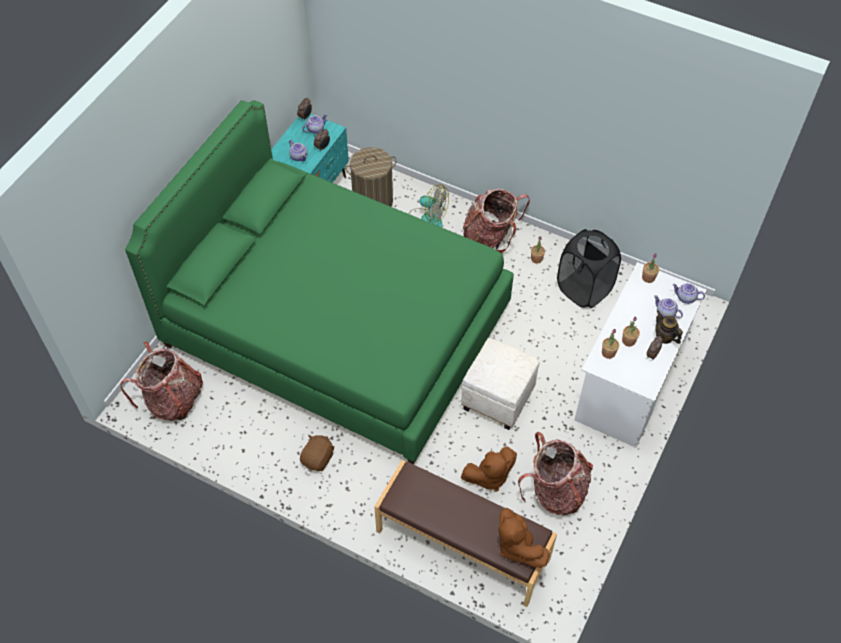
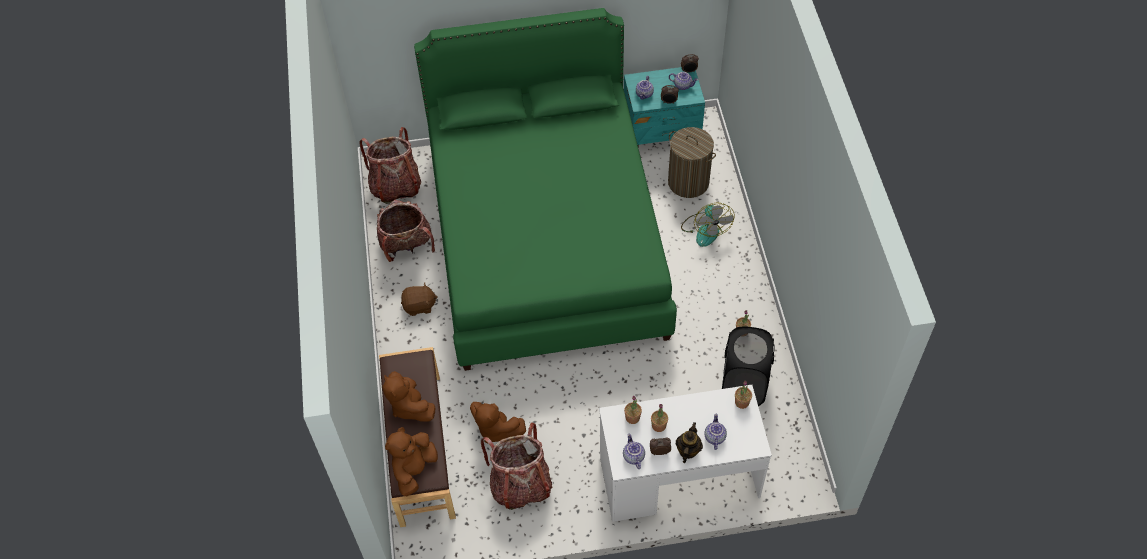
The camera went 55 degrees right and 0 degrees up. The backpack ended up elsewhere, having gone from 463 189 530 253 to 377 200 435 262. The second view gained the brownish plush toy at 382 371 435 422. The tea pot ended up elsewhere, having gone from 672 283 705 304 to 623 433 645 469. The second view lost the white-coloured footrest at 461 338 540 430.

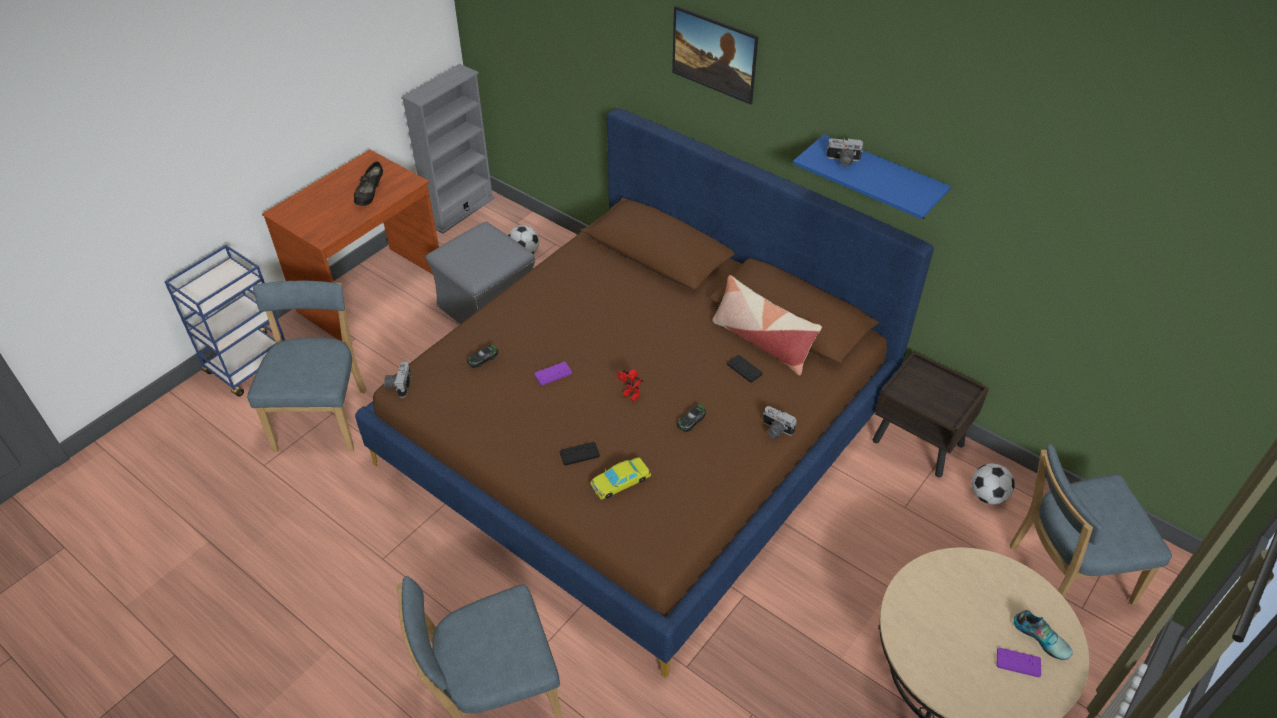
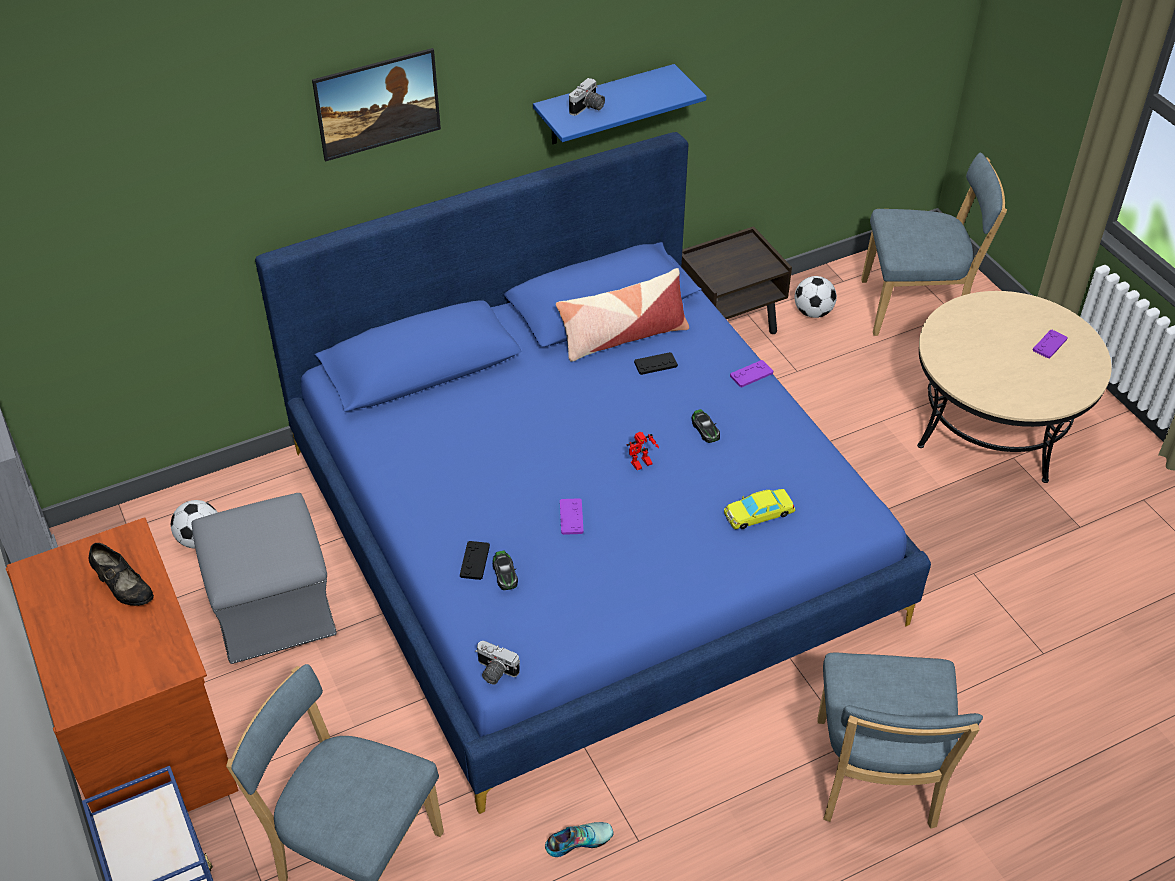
The camera went 65 degrees left and 0 degrees up. What was the brownish bedroom bed at 355 108 934 678 turned into the blue bedroom bed at 255 132 931 814. The black joypad ended up elsewhere, having gone from 560 442 600 466 to 460 541 490 580. The low shoe ended up elsewhere, having gone from 1014 610 1073 660 to 545 822 614 857. The yellow-coloured toy car at 590 457 651 500 ended up facing another way, 75 degrees clockwise from before. Where the still camera stood at 763 406 797 439, the purple-coloured joypad came to stand at 730 360 773 387. The blue upright chair at 1010 444 1172 605 ended up facing another way, 105 degrees counterclockwise from before.

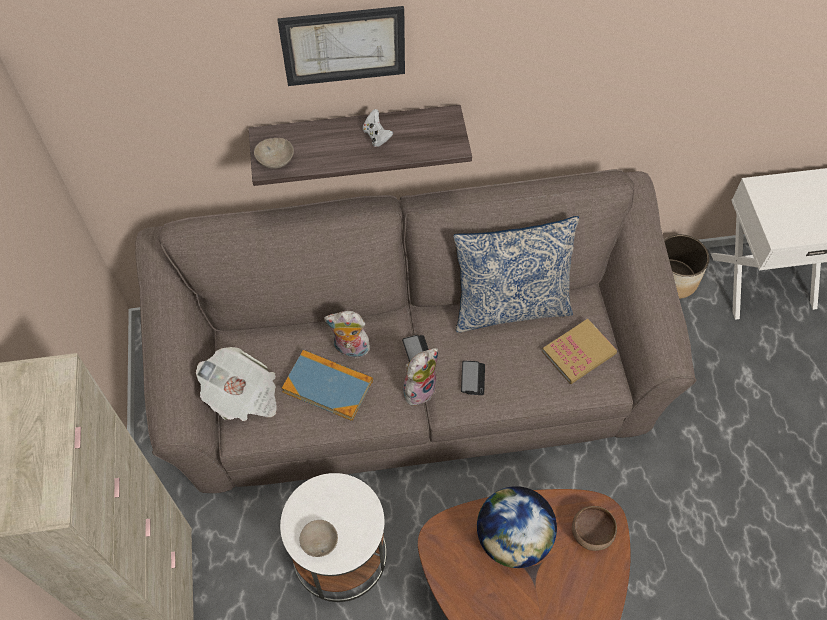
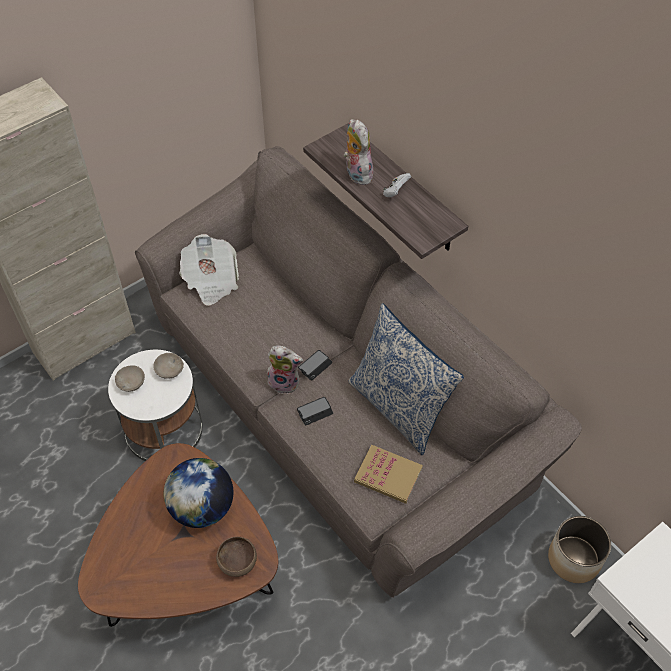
The camera went 60 degrees right and 5 degrees down. The beige deep dish ended up elsewhere, having gone from 254 138 294 169 to 153 353 184 379. The plush toy ended up elsewhere, having gone from 324 311 372 361 to 343 119 373 185. The second view lost the picture at 277 6 405 86. The second view lost the book at 282 350 373 421.

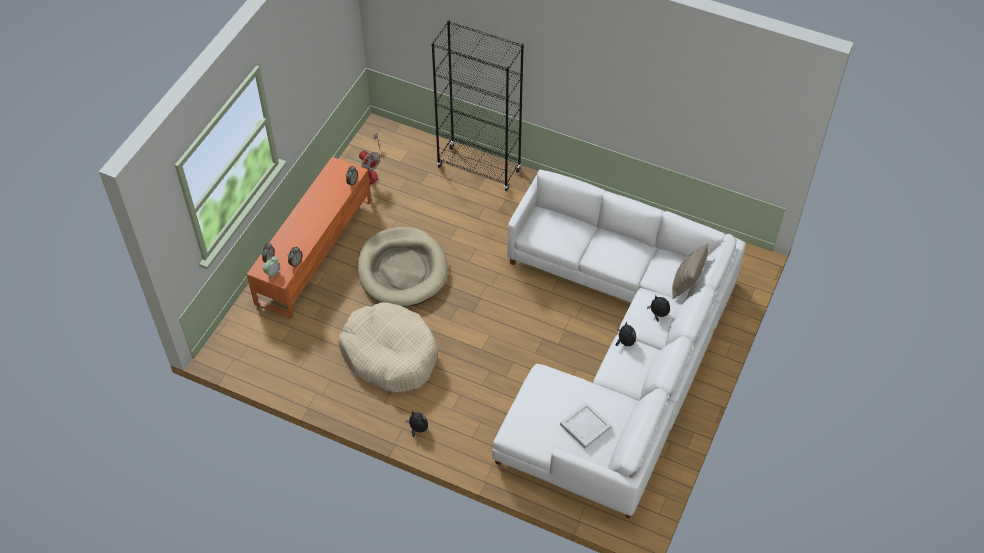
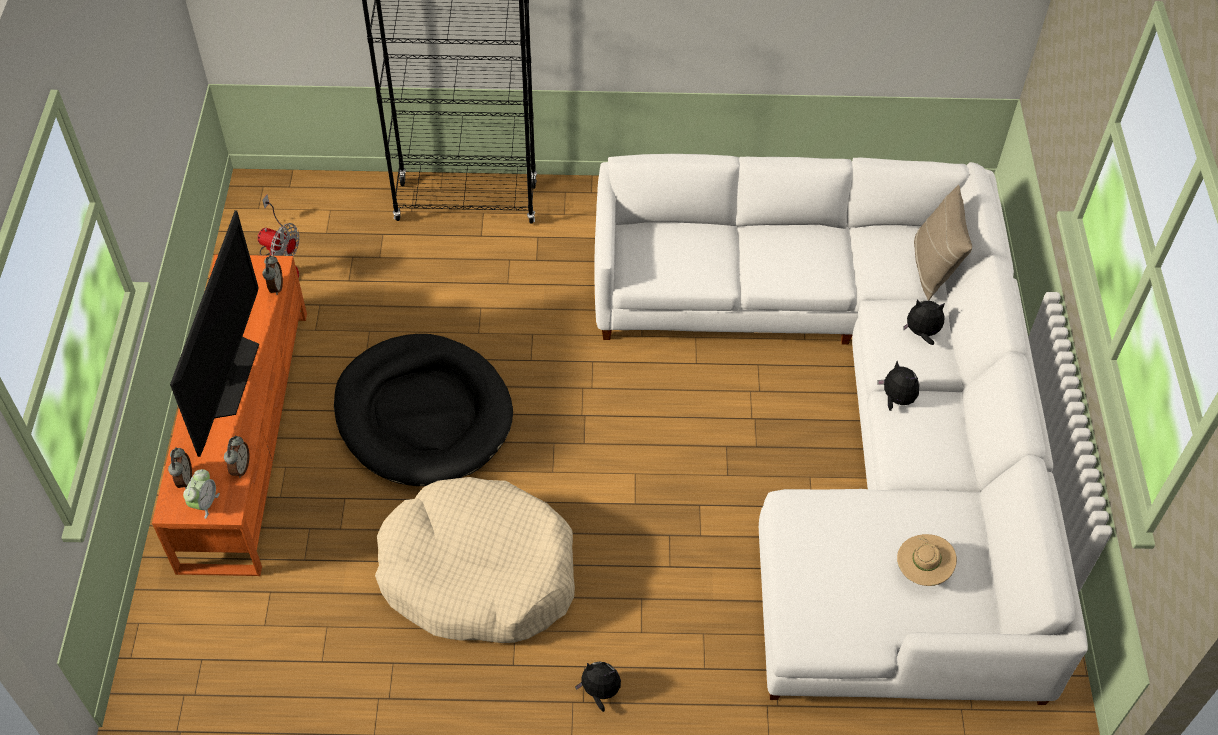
The camera went 25 degrees left and 0 degrees up. The second view gained the TV set at 170 210 259 457. What was the beige pet bed at 357 227 448 307 turned into the black pet bed at 334 334 513 486. Where the white-coloured tray stood at 560 402 612 449, the beige clothing hat came to stand at 897 534 957 586.

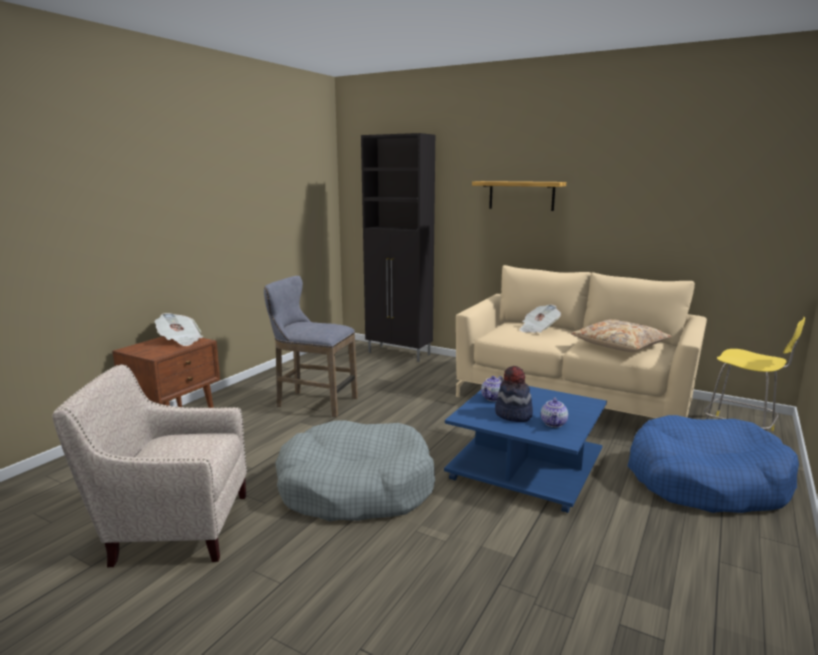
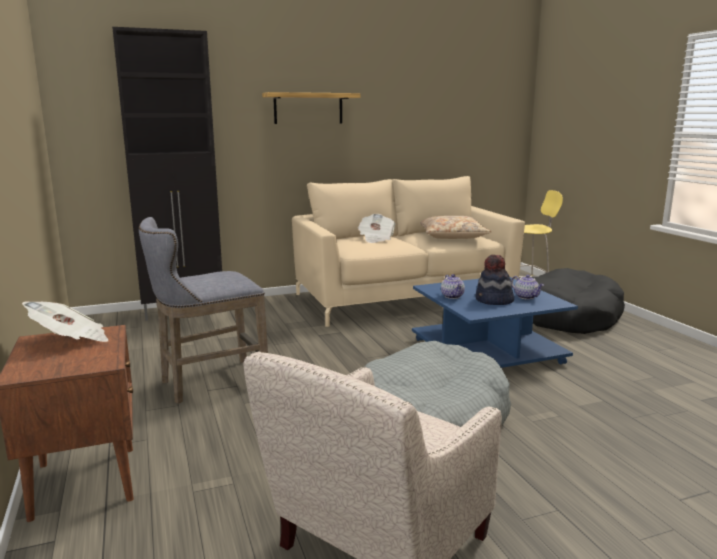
The camera went 50 degrees left and 0 degrees up. What was the blue pet bed at 628 415 799 513 turned into the black pet bed at 531 268 625 334.

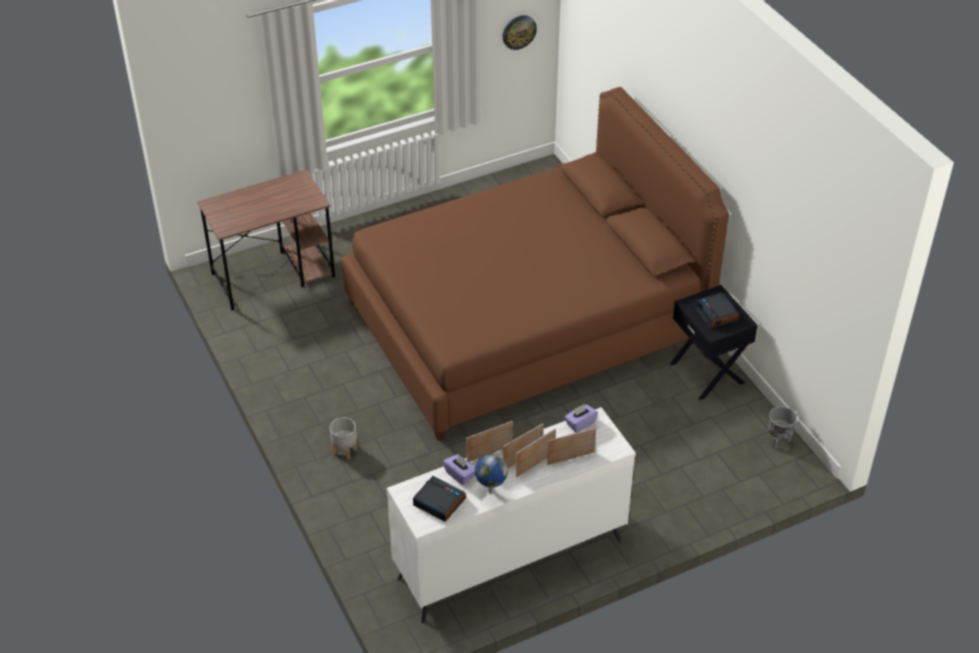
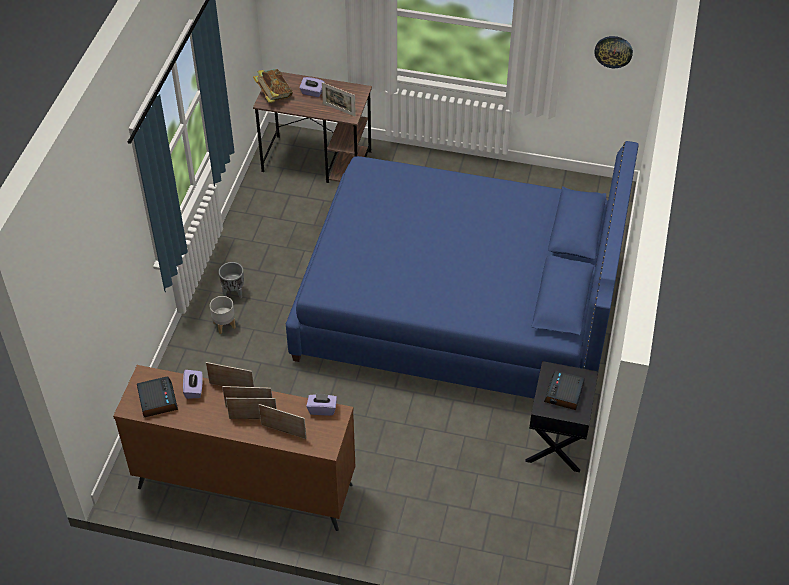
The camera went 40 degrees right and 5 degrees up. What was the white-coloured drawer chest at 387 407 636 623 turned into the brownish drawer chest at 113 365 355 531. The greyish plant pot ended up elsewhere, having gone from 768 406 797 449 to 219 262 244 298. The second view gained the book at 253 69 293 103. What was the brownish bedroom bed at 342 87 729 441 turned into the blue bedroom bed at 286 141 639 398. The second view gained the purple-coloured tissue box at 299 77 325 97. The second view gained the standing frame at 322 82 356 116. The second view lost the globe at 475 454 508 494.

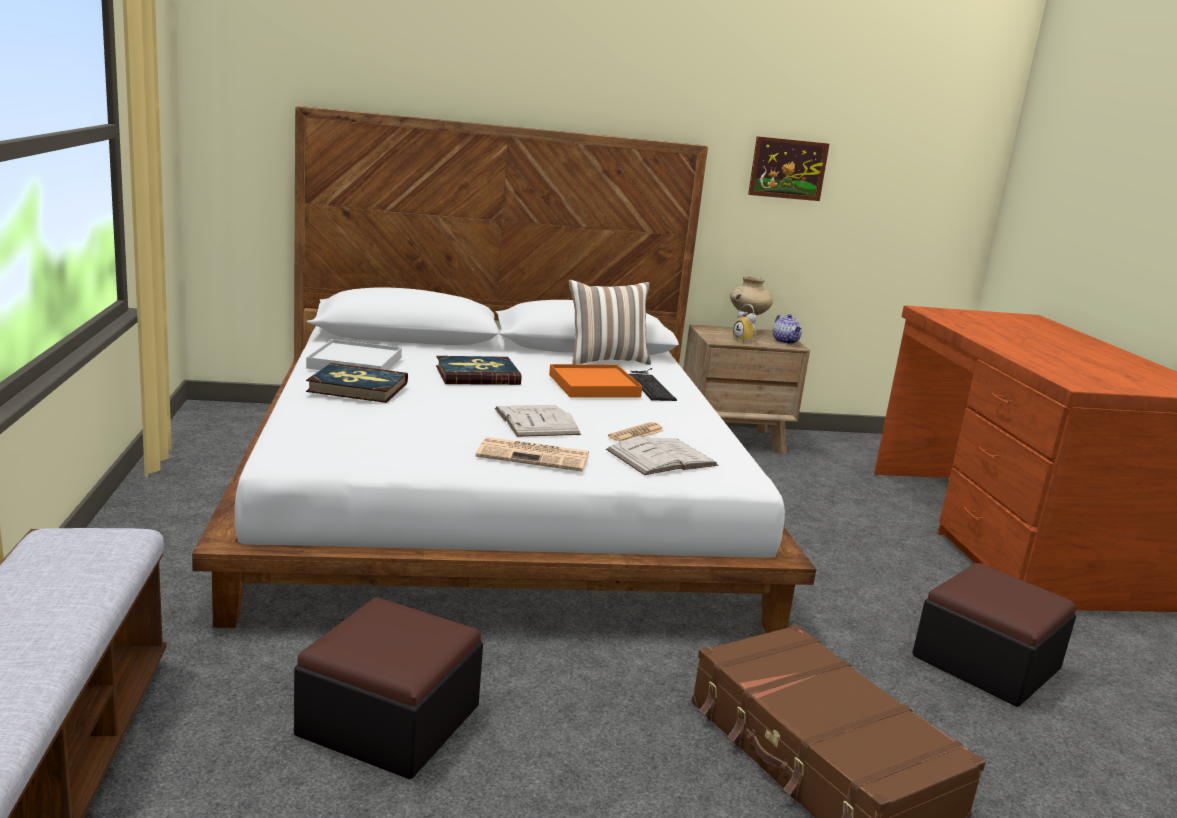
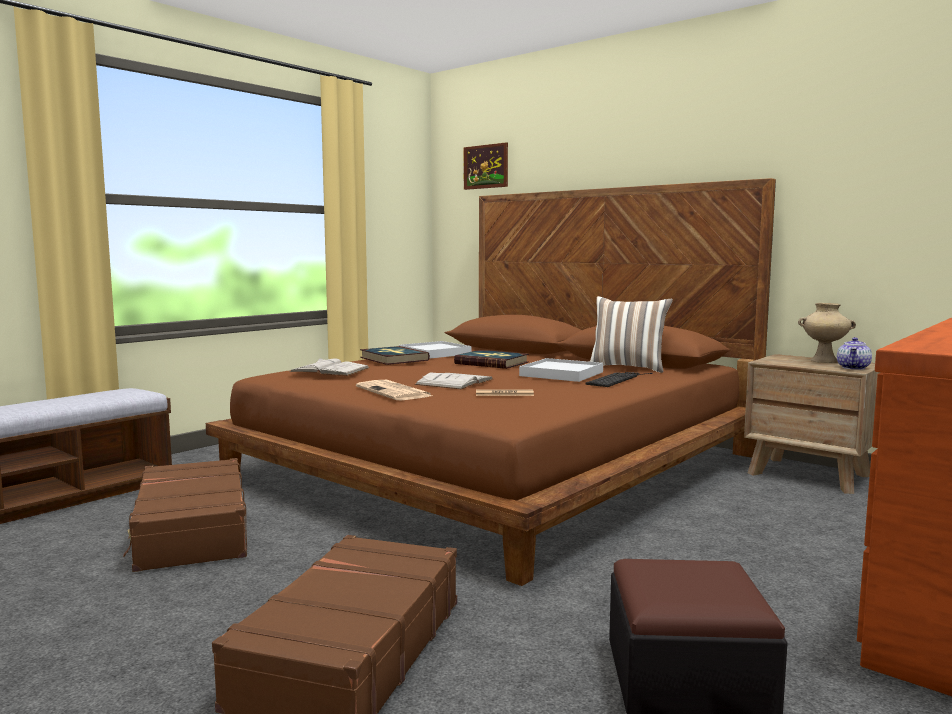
The camera went 50 degrees right and 10 degrees down. Where the footrest stood at 294 597 483 779, the brownish piece of luggage came to stand at 123 458 247 572. What was the white-coloured bedroom bed at 192 106 816 633 turned into the brownish bedroom bed at 206 178 776 586. The white-coloured book ended up elsewhere, having gone from 606 436 718 475 to 289 358 370 376. The picture ended up elsewhere, having gone from 748 136 829 201 to 464 142 508 190. What was the orange tray at 549 364 642 398 turned into the white-coloured tray at 519 358 603 382. The second view lost the alarm clock at 733 304 757 343.

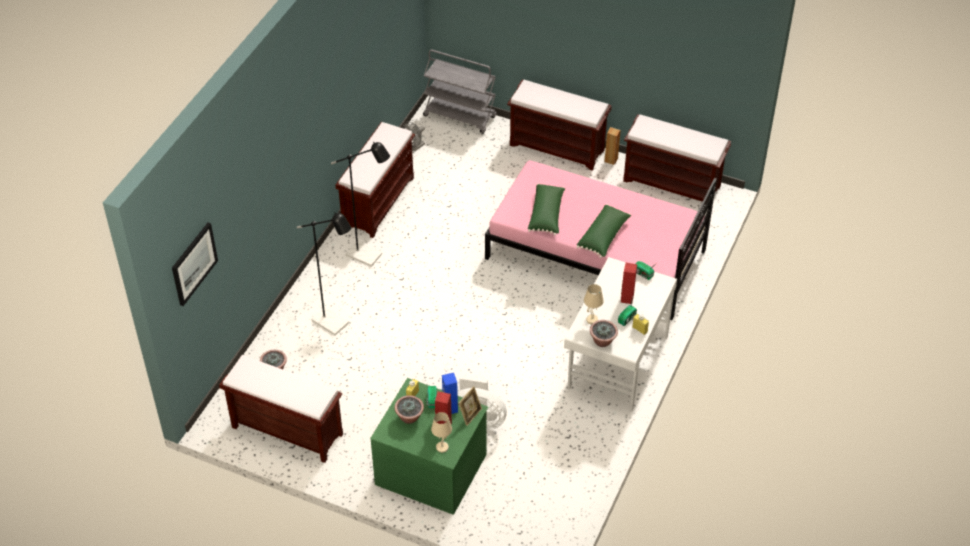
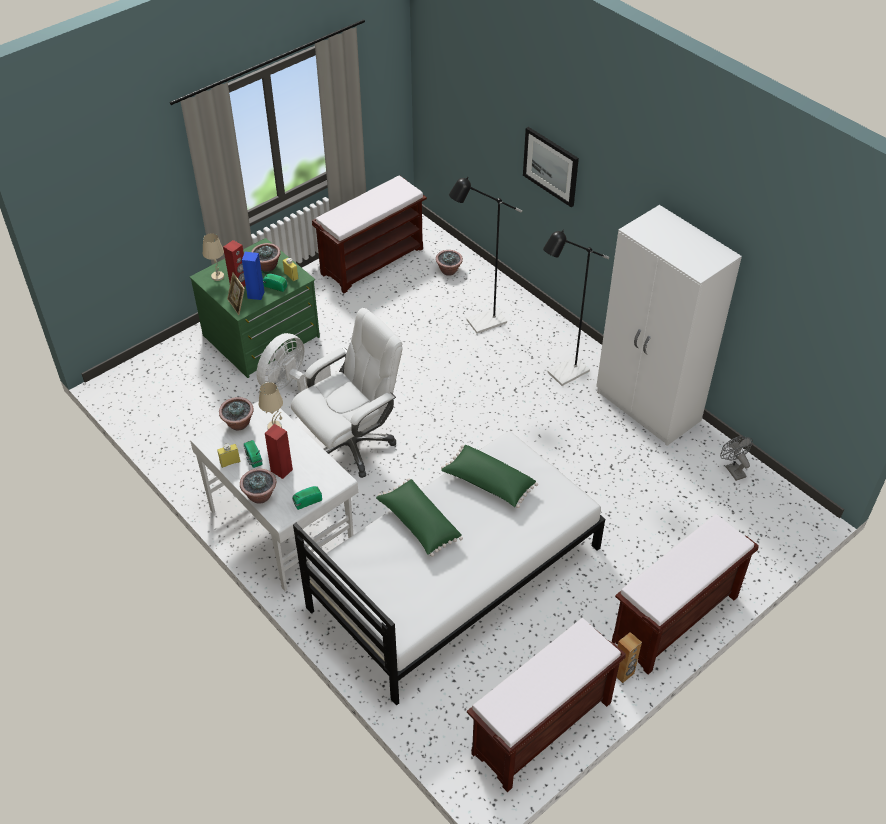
The camera went 115 degrees right and 0 degrees up. The second view gained the houseplant at 240 468 276 504. The second view gained the white-coloured office chair at 291 308 403 478. What was the pinkish bedroom bed at 485 160 717 320 turned into the white-coloured bedroom bed at 293 432 605 706. The picture ended up elsewhere, having gone from 172 222 218 306 to 523 127 579 207. Where the brownish long seat stood at 336 122 415 238, the white-coloured wardrobe came to stand at 596 205 742 446. The second view lost the greyish cart at 423 50 497 134.

